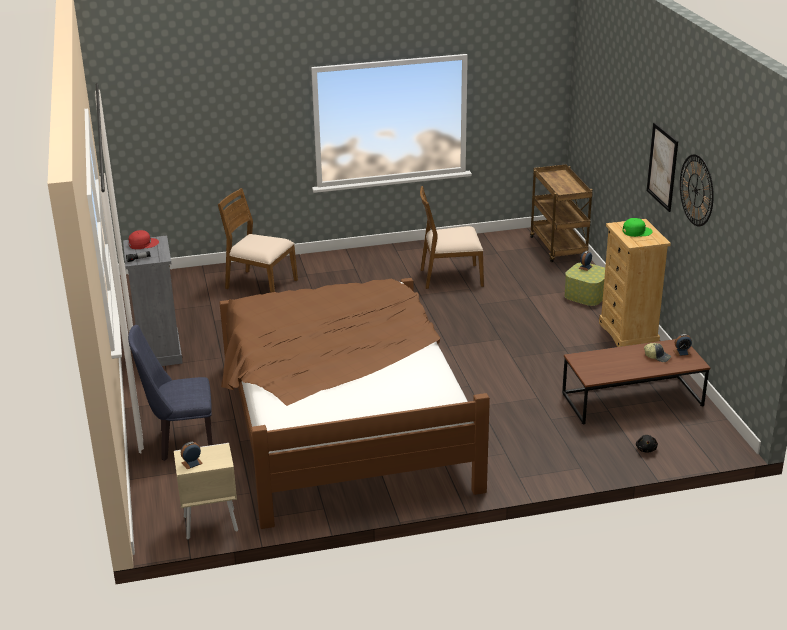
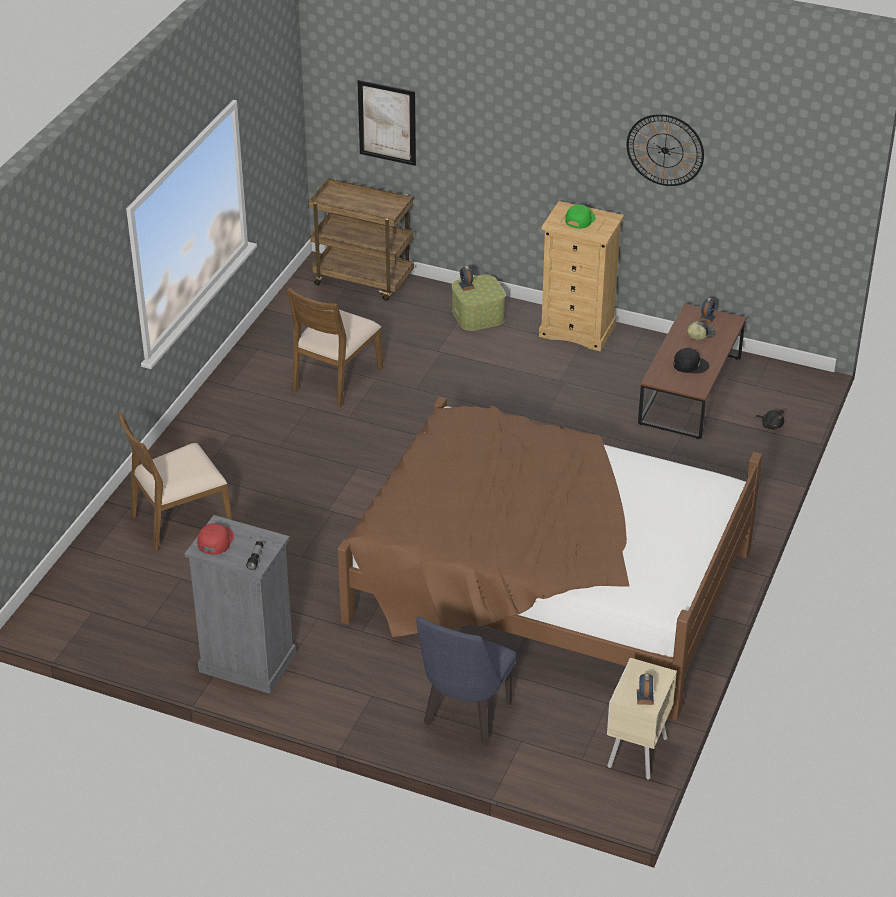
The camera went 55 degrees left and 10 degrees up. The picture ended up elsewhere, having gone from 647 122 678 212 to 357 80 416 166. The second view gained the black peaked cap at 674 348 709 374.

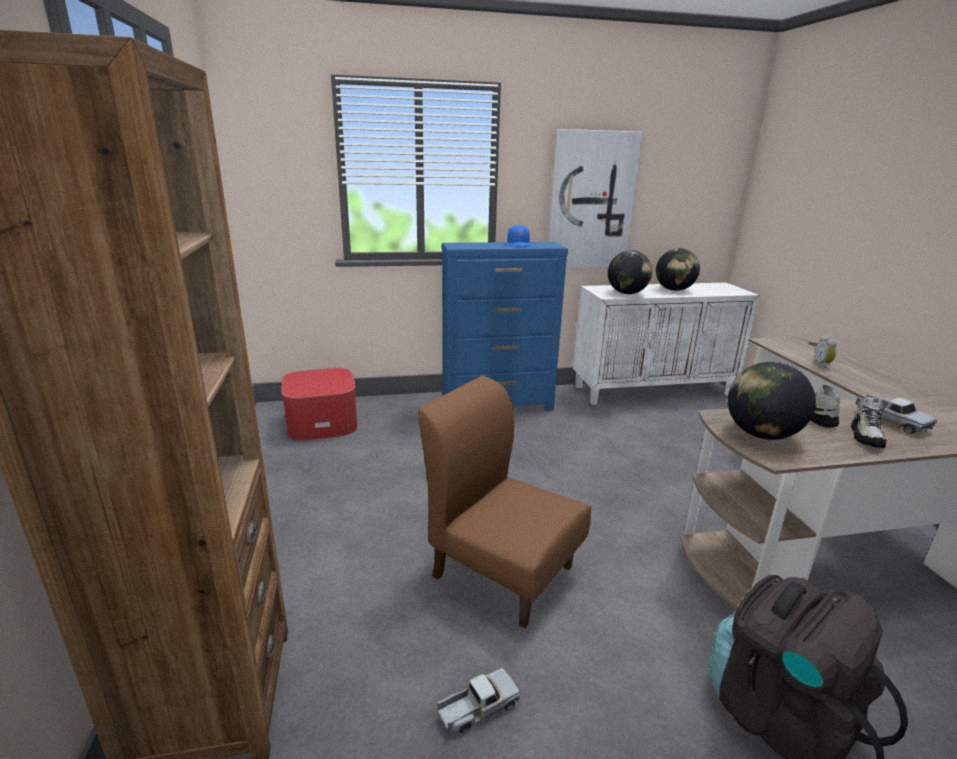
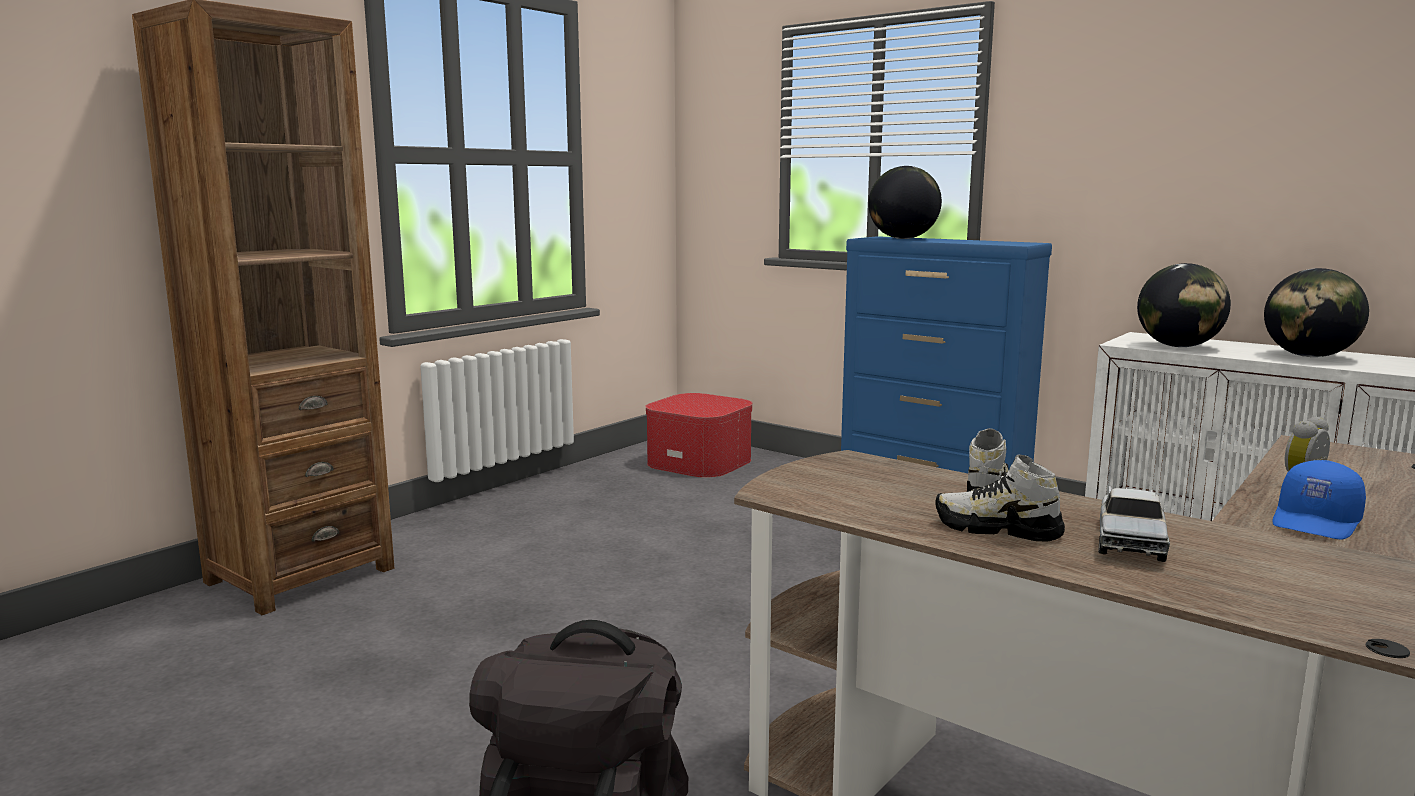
The camera went 50 degrees right and 10 degrees down. The globe ended up elsewhere, having gone from 728 362 816 440 to 868 166 942 239. The low shoe at 851 397 887 449 ended up facing another way, 45 degrees clockwise from before. The blue peaked cap ended up elsewhere, having gone from 507 225 531 247 to 1272 460 1366 540. The second view lost the brownish upright chair at 418 376 591 628. The second view lost the toy truck at 437 668 520 733. The second view lost the picture at 548 129 643 268.

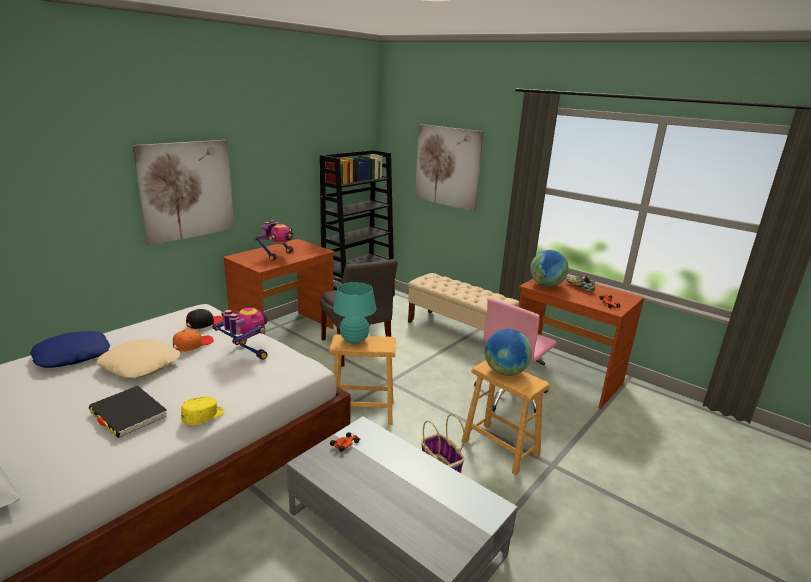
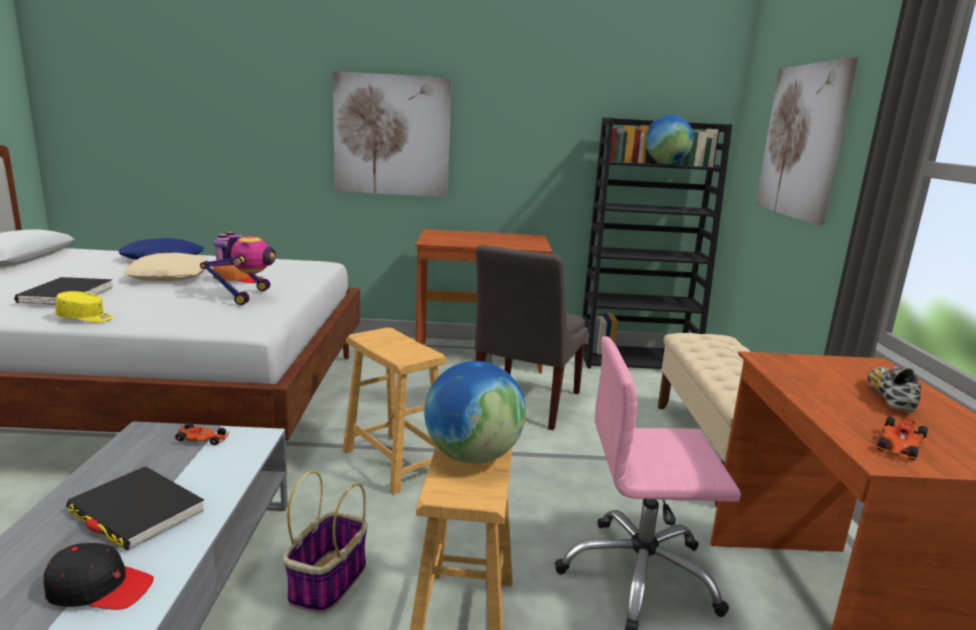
The camera went 50 degrees right and 5 degrees down. The black peaked cap ended up elsewhere, having gone from 186 309 223 329 to 44 543 154 610. The second view gained the black book at 66 466 204 550. The globe ended up elsewhere, having gone from 530 250 569 287 to 646 115 693 164. The second view lost the toy robot at 254 220 293 261. The second view lost the turquoise-coloured lamp for a table at 333 282 376 344.

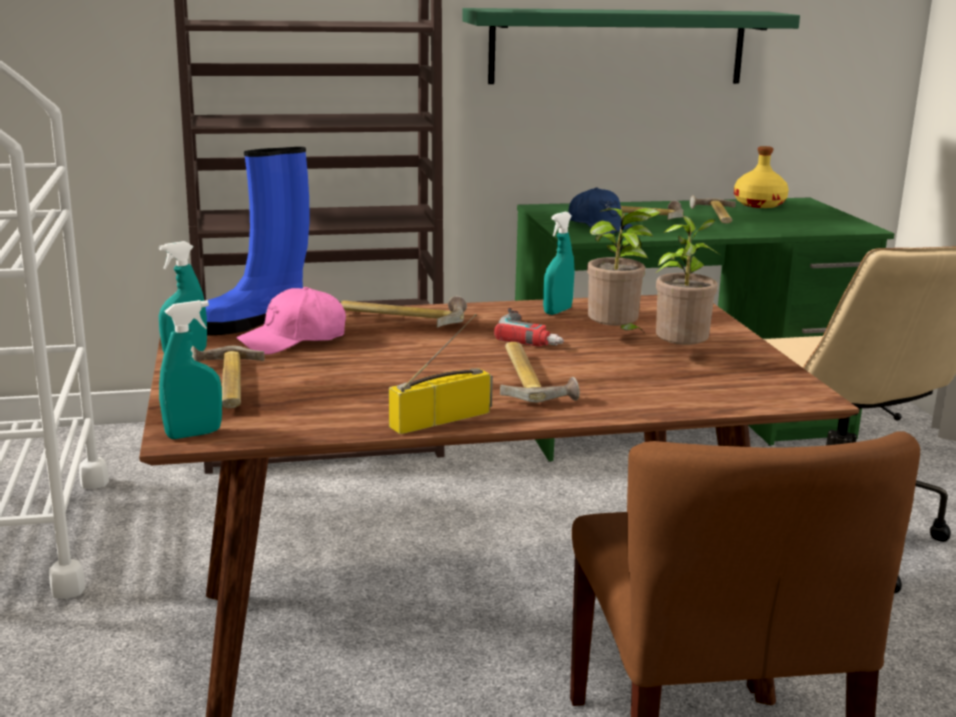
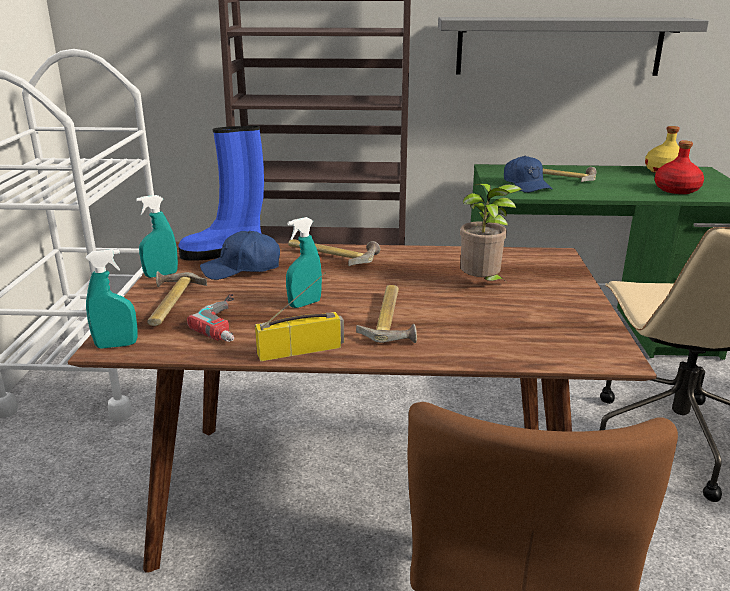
The camera went 15 degrees right and 5 degrees up. The drill ended up elsewhere, having gone from 494 308 564 347 to 187 294 234 342. What was the pinkish peaked cap at 237 287 346 355 turned into the blue peaked cap at 200 231 280 280. The turquoise-coloured sprayer ended up elsewhere, having gone from 543 212 575 315 to 286 217 322 308. What was the green bracket shelf at 462 8 800 84 turned into the greyish bracket shelf at 438 17 709 76. The second view gained the reddish bottle at 655 141 704 194. The second view lost the houseplant at 656 216 720 345. The second view lost the hand hammer at 690 195 736 224.

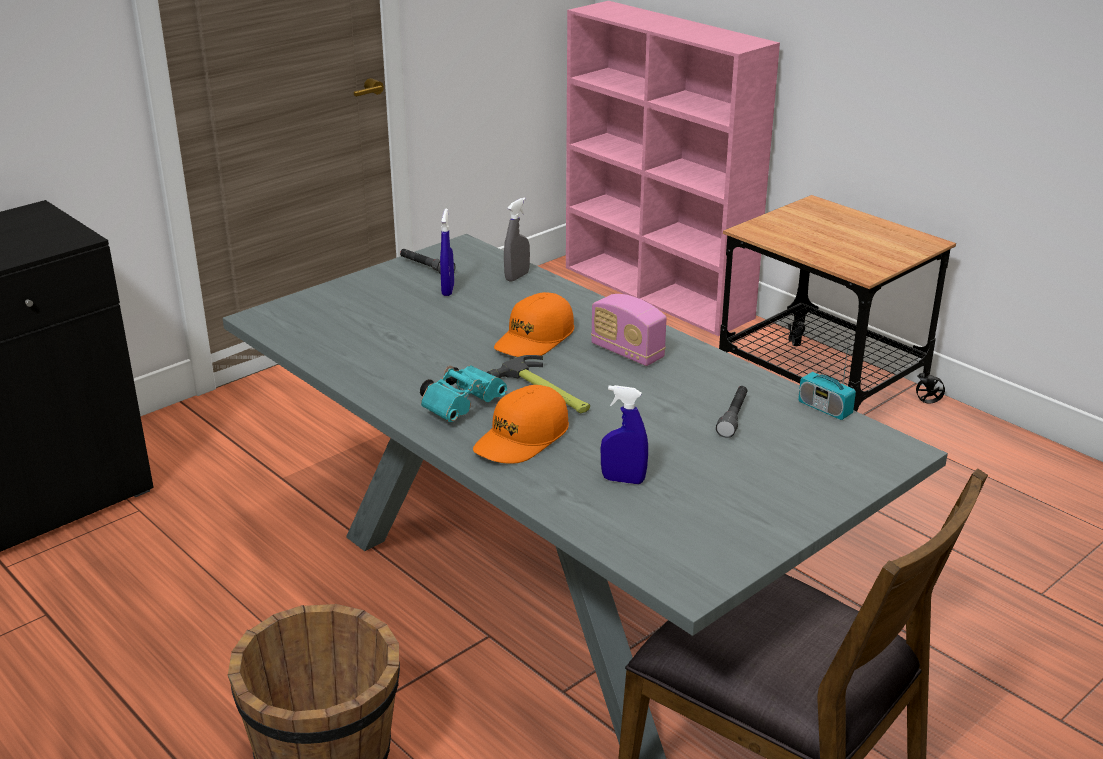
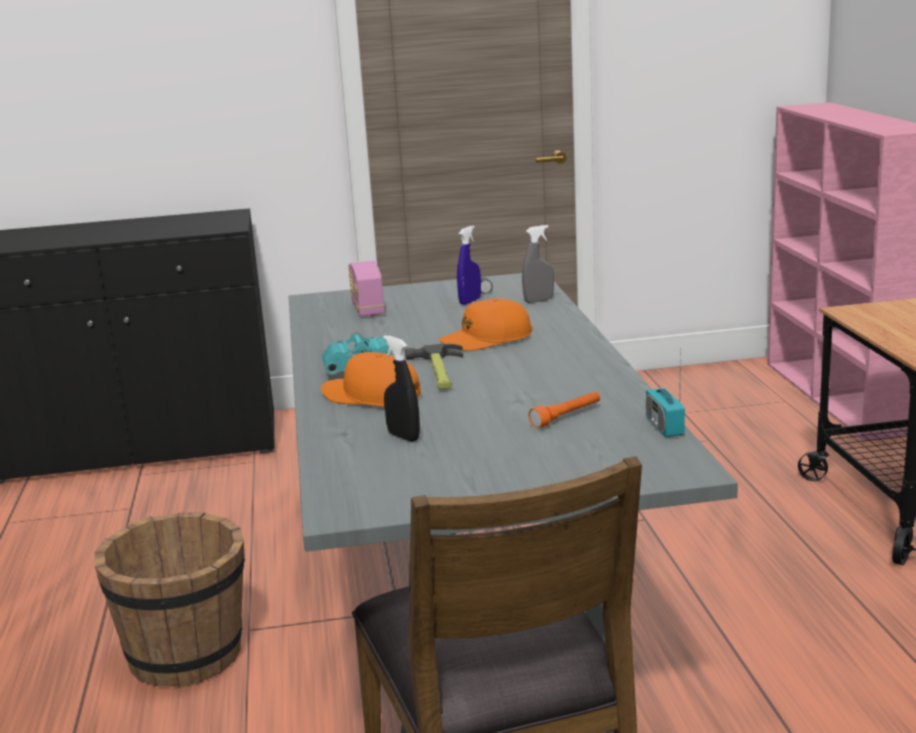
The camera went 35 degrees right and 10 degrees down. The orange peaked cap at 473 385 569 464 ended up facing another way, 45 degrees clockwise from before. The radio ended up elsewhere, having gone from 591 294 667 366 to 349 261 384 317. What was the blue sprayer at 601 385 648 484 turned into the black sprayer at 383 335 420 442. What was the greyish flashlight at 716 386 748 438 turned into the orange flashlight at 528 392 600 428.

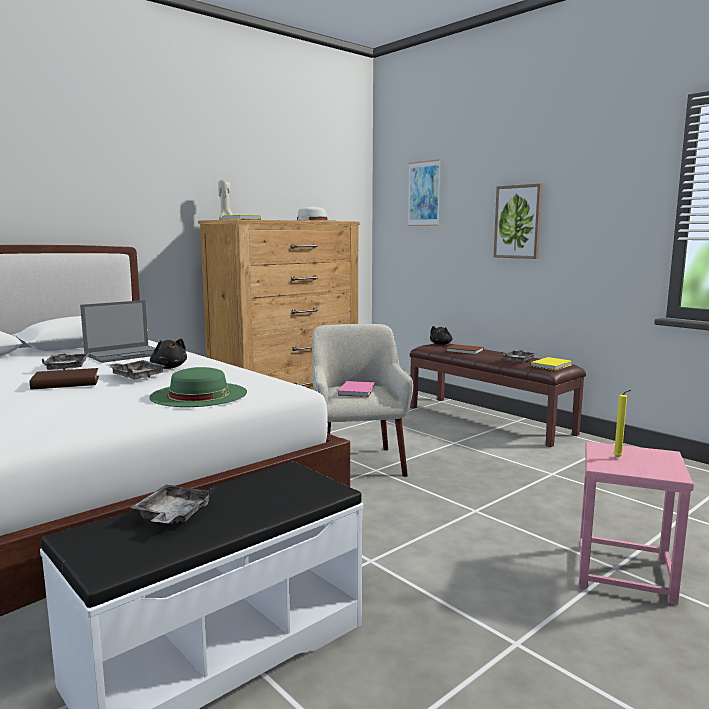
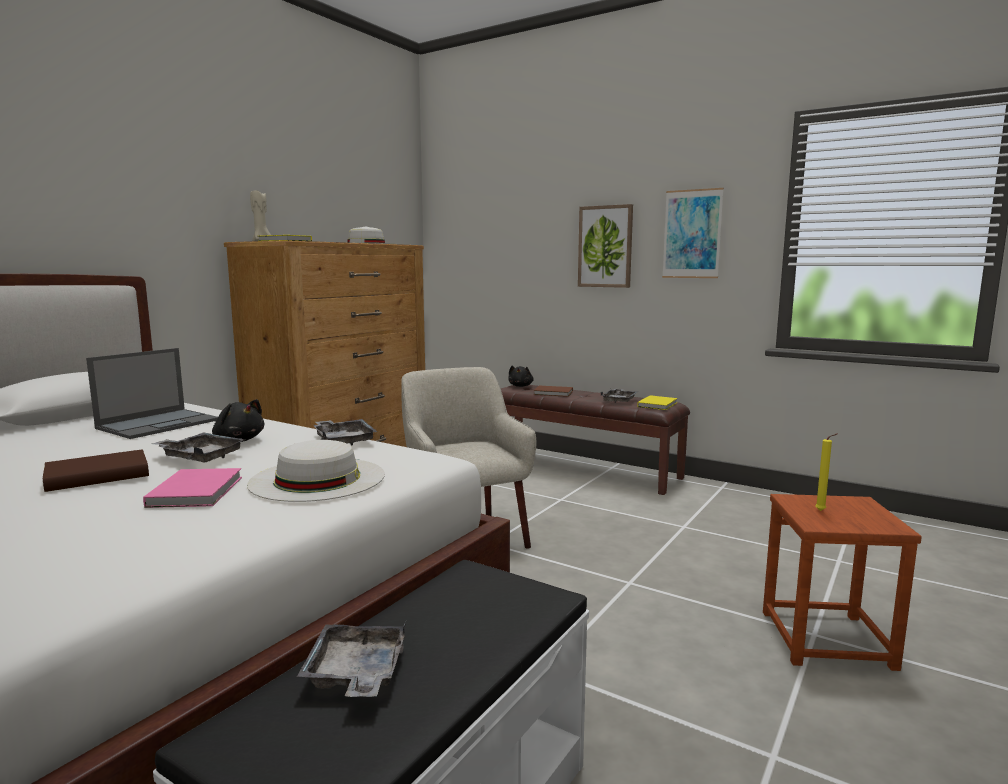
The camera went 15 degrees left and 0 degrees up. The pinkish book ended up elsewhere, having gone from 338 381 375 397 to 143 468 242 508. What was the green clothing hat at 149 367 247 407 turned into the white-coloured clothing hat at 247 440 385 502. The greyish tray ended up elsewhere, having gone from 42 353 90 370 to 313 419 377 445. The picture ended up elsewhere, having gone from 408 159 441 226 to 662 188 724 278. What was the pinkish stool seat at 579 442 694 605 turned into the brownish stool seat at 763 494 922 671.

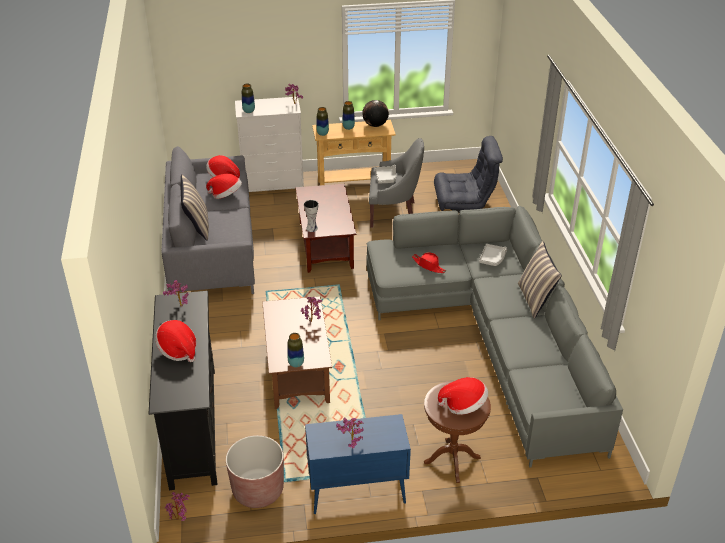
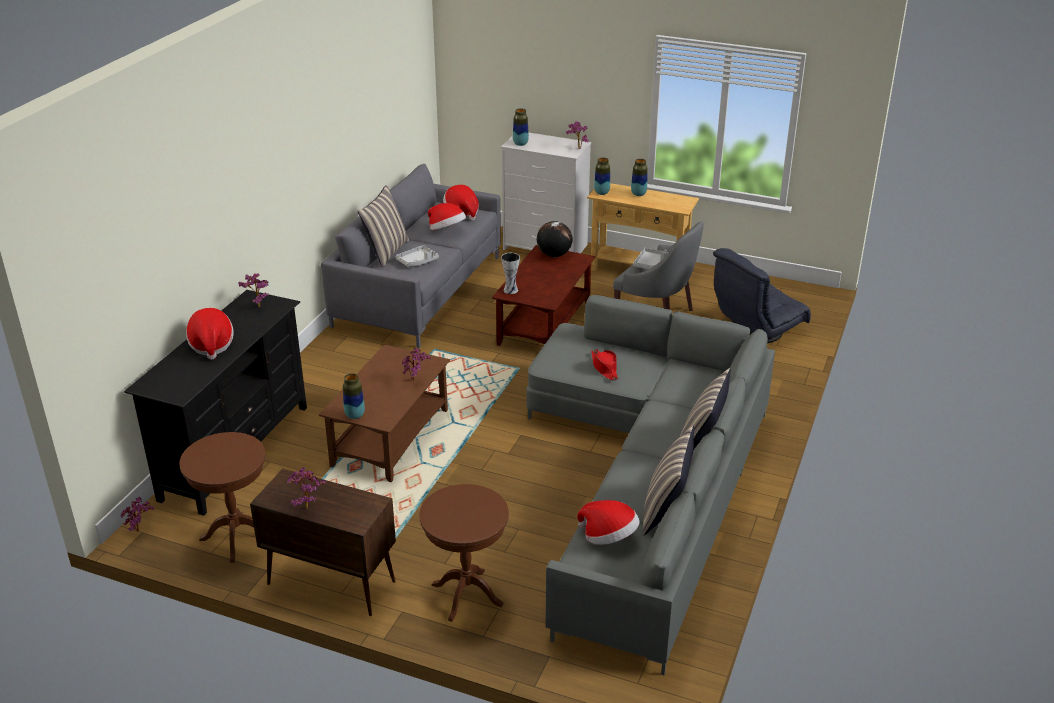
The camera went 30 degrees right and 5 degrees down. Where the brownish plant pot stood at 226 435 284 508, the brownish side table came to stand at 179 432 266 563. What was the blue cupboard at 305 414 411 514 turned into the brownish cupboard at 250 468 396 616. The greyish tray ended up elsewhere, having gone from 479 244 507 266 to 396 245 439 267. The globe ended up elsewhere, having gone from 362 100 389 127 to 537 221 573 257. The clothing hat ended up elsewhere, having gone from 438 377 488 415 to 577 500 640 545. The second view gained the pillow at 643 425 694 535. The greyish easy chair at 434 136 503 213 ended up facing another way, 120 degrees clockwise from before.

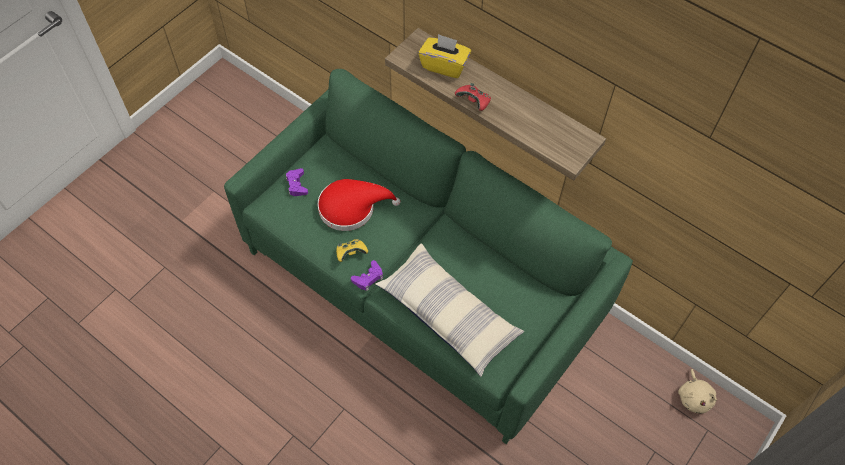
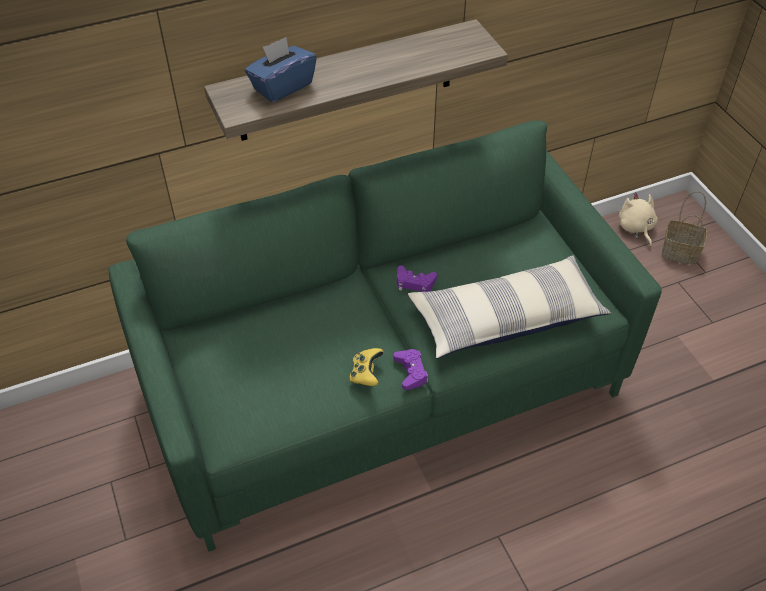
The camera went 60 degrees left and 10 degrees down. What was the yellow-coloured tissue box at 418 34 471 78 turned into the blue tissue box at 245 37 317 102. The purple-coloured joypad ended up elsewhere, having gone from 286 168 308 196 to 397 266 437 292. The beige plush toy at 678 369 717 414 ended up facing another way, 135 degrees counterclockwise from before. The second view gained the basket at 661 191 707 265. The second view lost the reddish clothing hat at 318 179 400 231. The second view lost the reddish joypad at 455 83 491 111.

